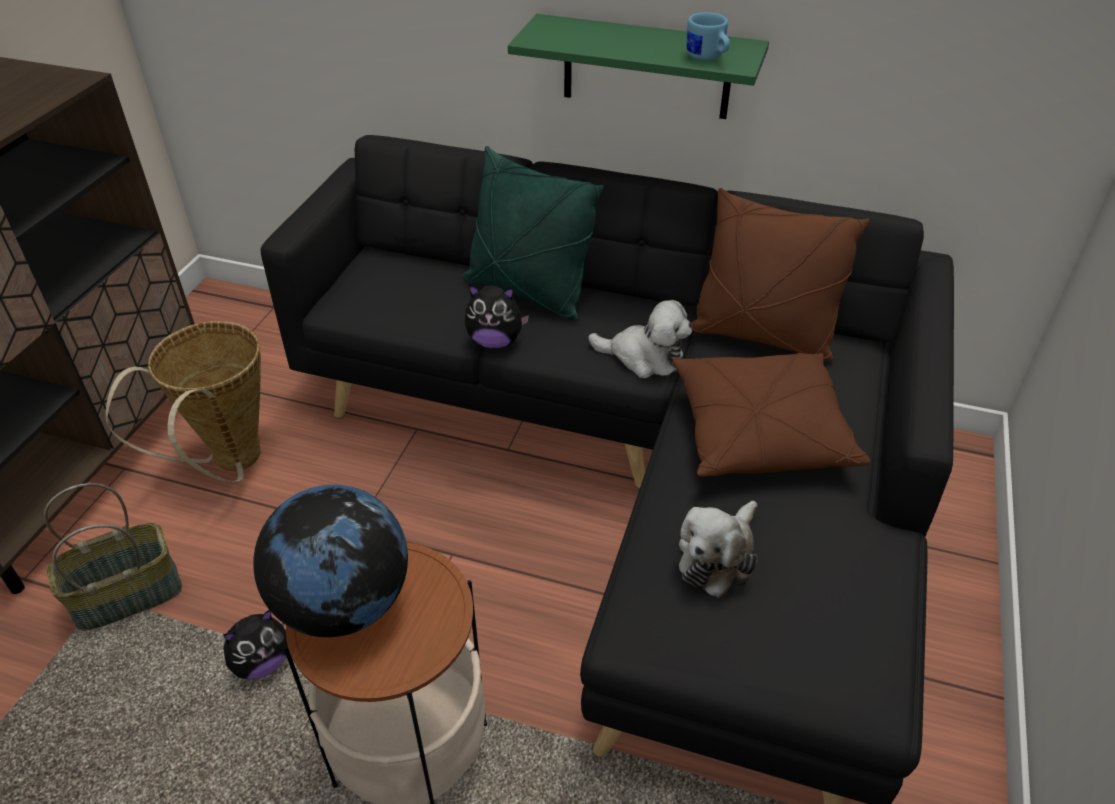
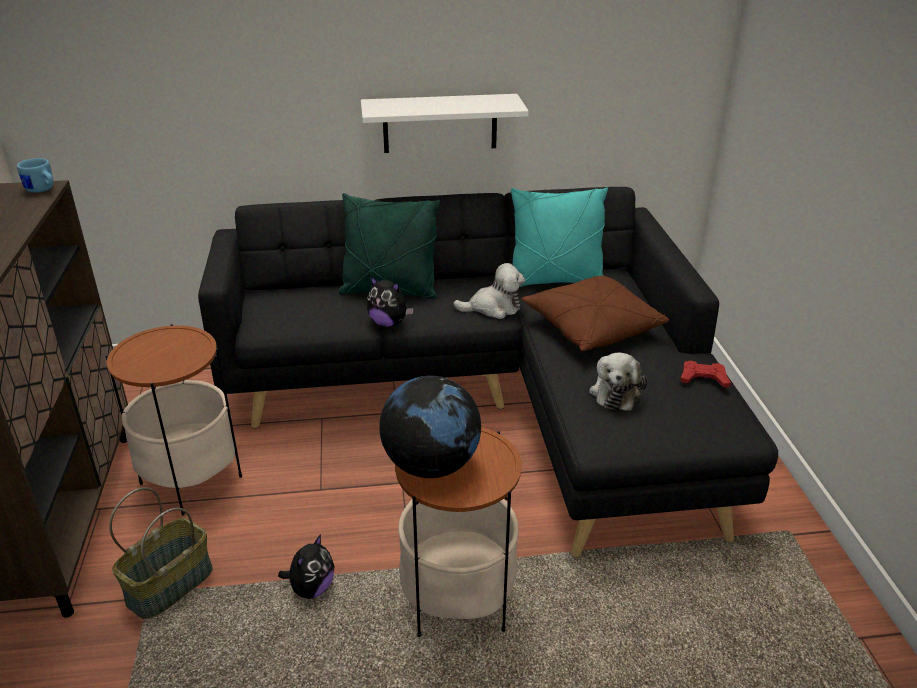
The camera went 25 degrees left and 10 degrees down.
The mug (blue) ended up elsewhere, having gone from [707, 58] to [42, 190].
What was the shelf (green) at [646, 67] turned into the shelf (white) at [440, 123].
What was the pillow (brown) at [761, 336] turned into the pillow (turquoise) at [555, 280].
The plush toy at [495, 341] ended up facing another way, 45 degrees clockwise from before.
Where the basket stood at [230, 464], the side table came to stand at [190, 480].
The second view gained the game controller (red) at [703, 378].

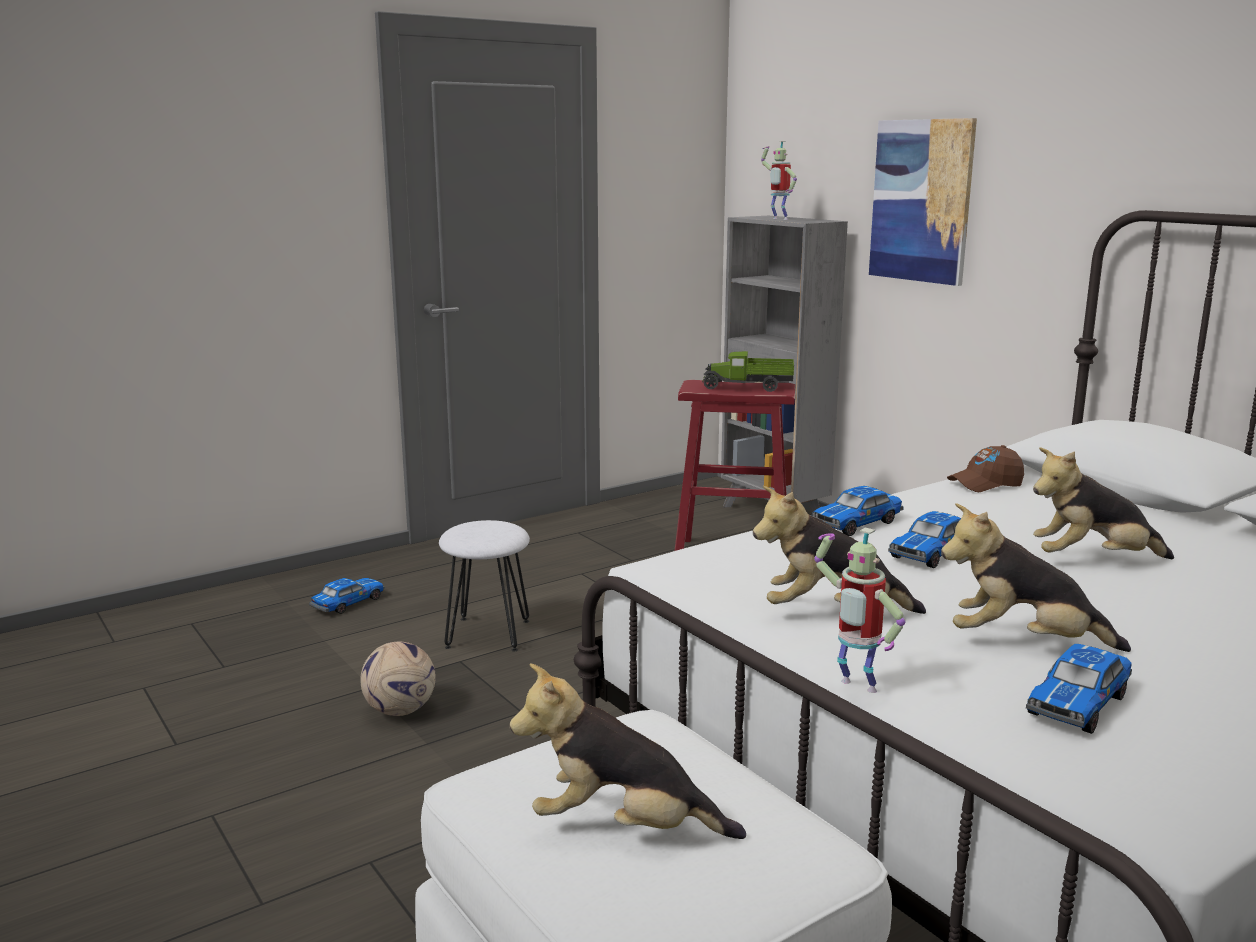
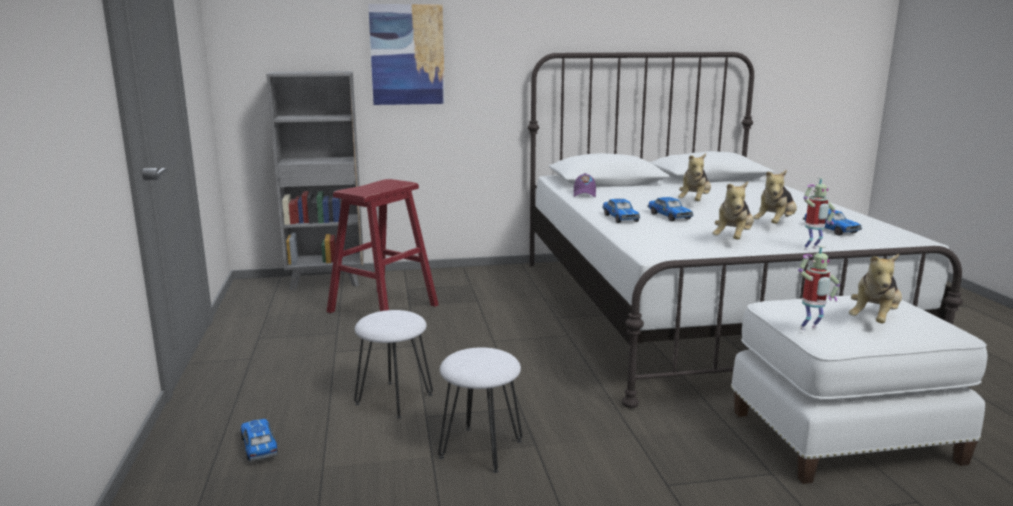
The camera went 65 degrees left and 0 degrees up.
The toy robot ended up elsewhere, having gone from [778, 219] to [810, 329].
The second view lost the toy truck at [748, 387].
What was the cap (brown) at [985, 484] turned into the cap (purple) at [584, 194].
Where the football stood at [400, 711], the stool (white) came to stand at [482, 449].

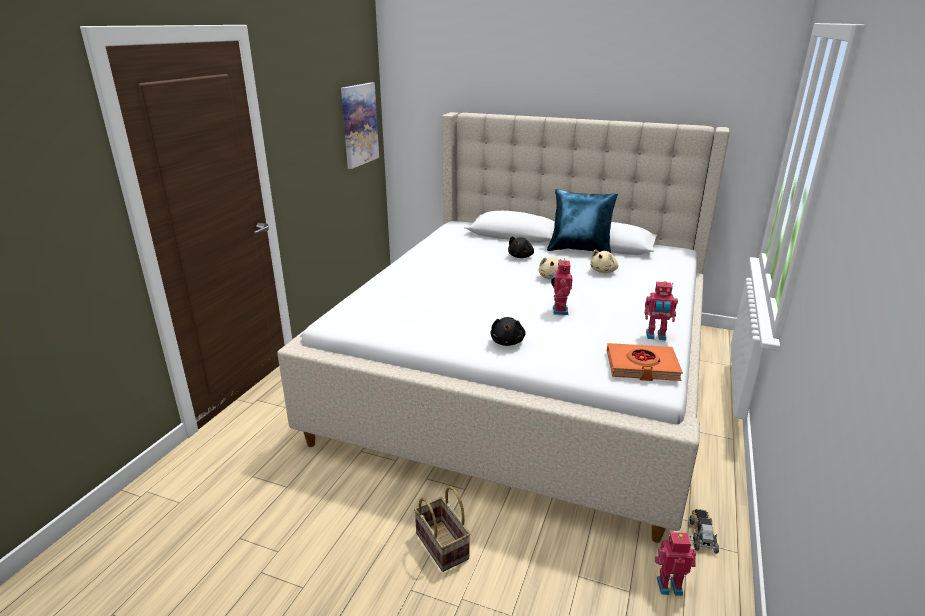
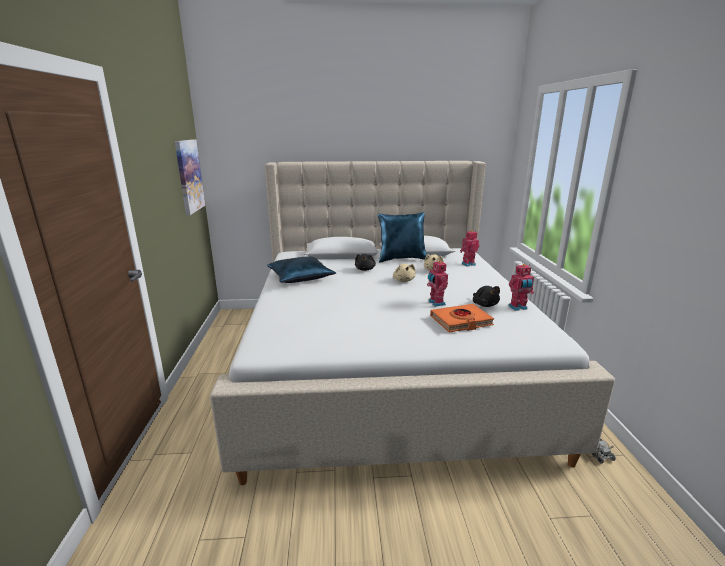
The camera went 25 degrees left and 5 degrees down.
The plush toy (black) ended up elsewhere, having gone from [507, 342] to [484, 304].
The book (orange) ended up elsewhere, having gone from [642, 366] to [461, 321].
The second view lost the basket at [443, 546].
The toy robot ended up elsewhere, having gone from [669, 585] to [468, 264].
The second view gained the pillow (blue) at [301, 277].

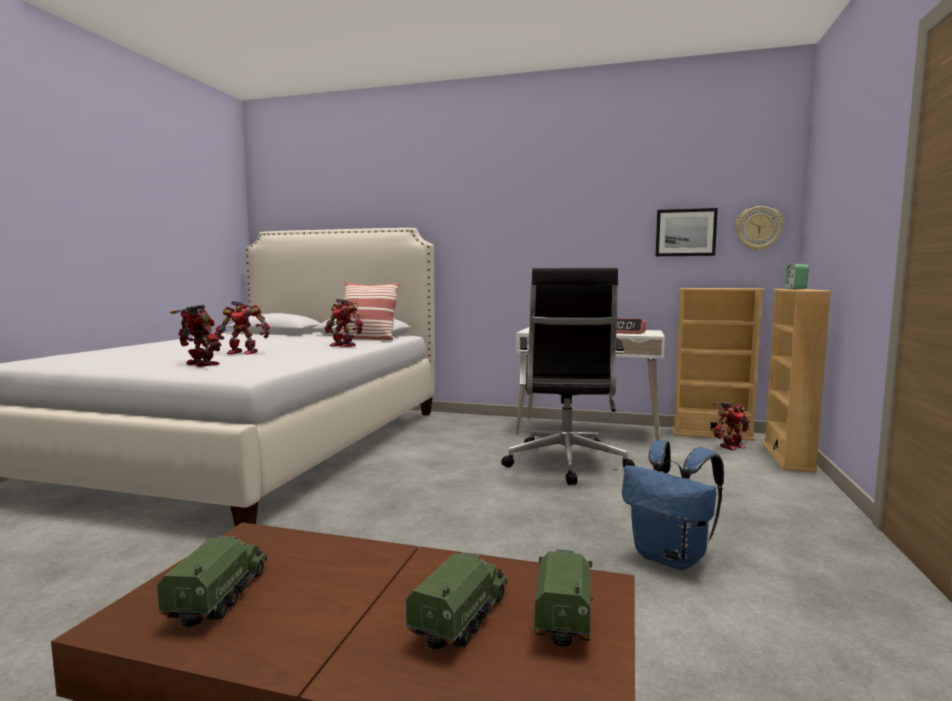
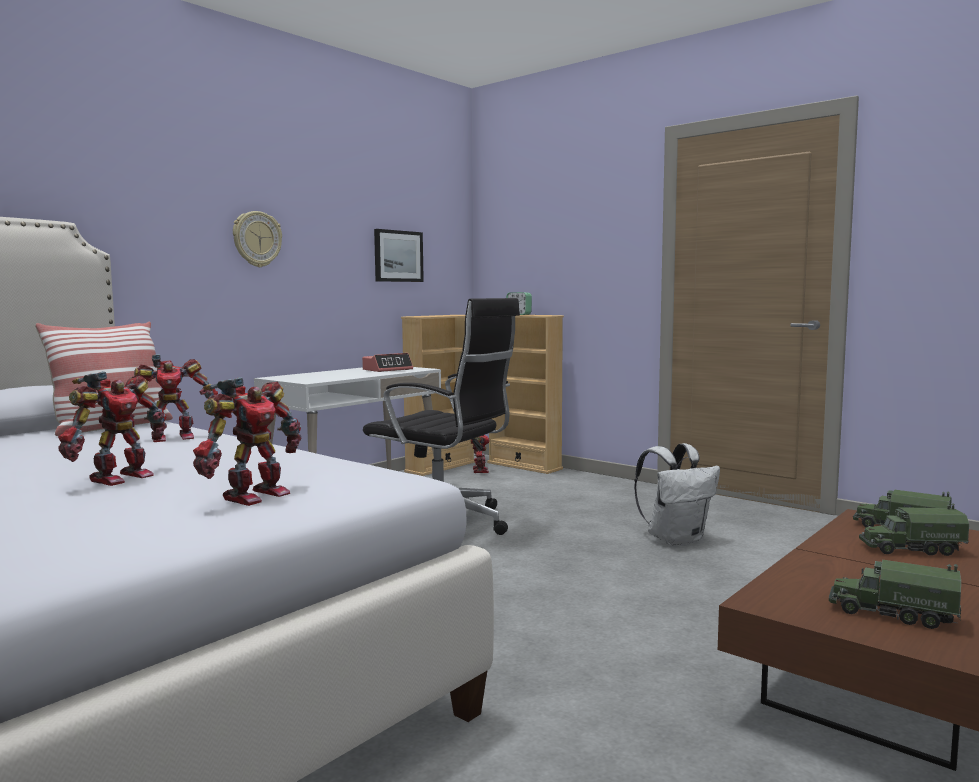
The camera went 65 degrees left and 0 degrees up.
The wall clock ended up elsewhere, having gone from [758, 228] to [256, 239].
The toy robot at [200, 364] ended up facing another way, 150 degrees clockwise from before.
What was the backpack (blue) at [671, 557] turned into the backpack (white) at [676, 539].
The toy truck at [461, 617] ended up facing another way, 45 degrees counterclockwise from before.

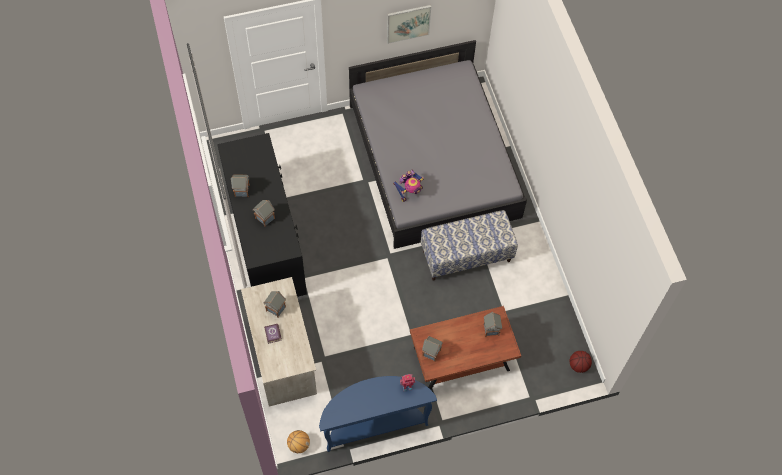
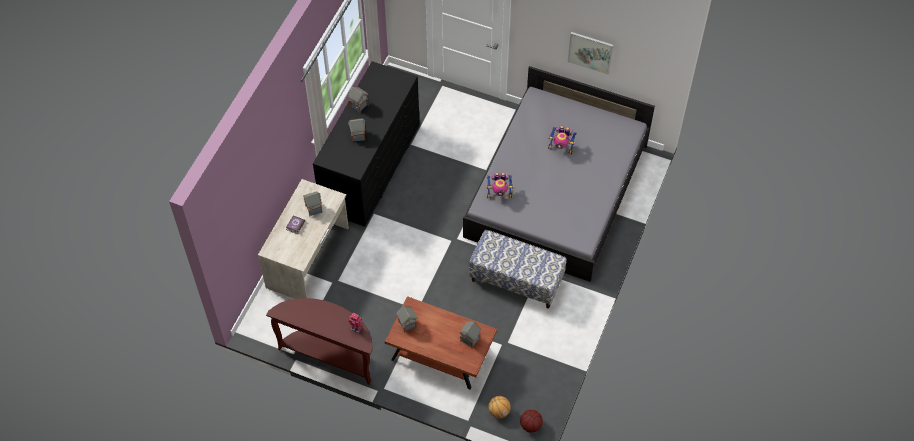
The camera went 40 degrees right and 5 degrees down.
What was the console table (blue) at [374, 424] turned into the console table (brown) at [330, 354].
The basketball ended up elsewhere, having gone from [298, 445] to [499, 411].
The second view gained the toy robot at [561, 147].

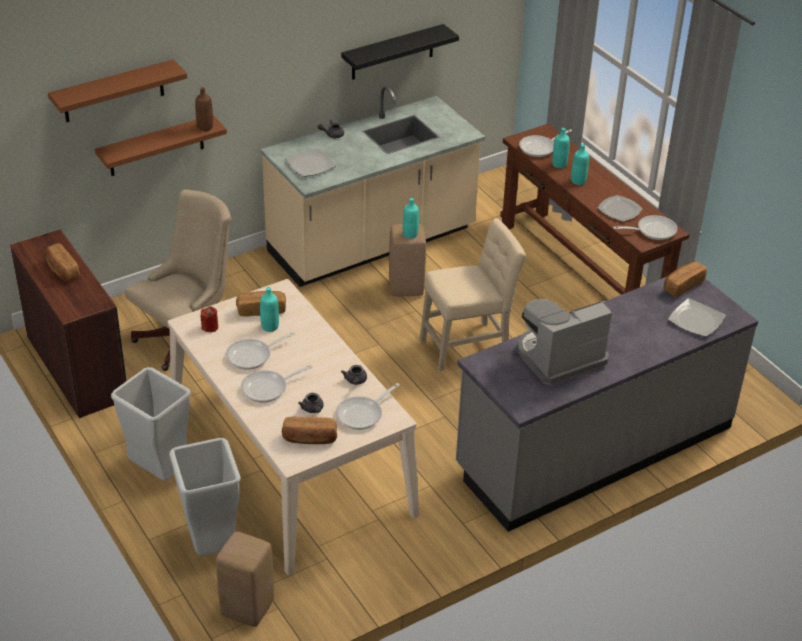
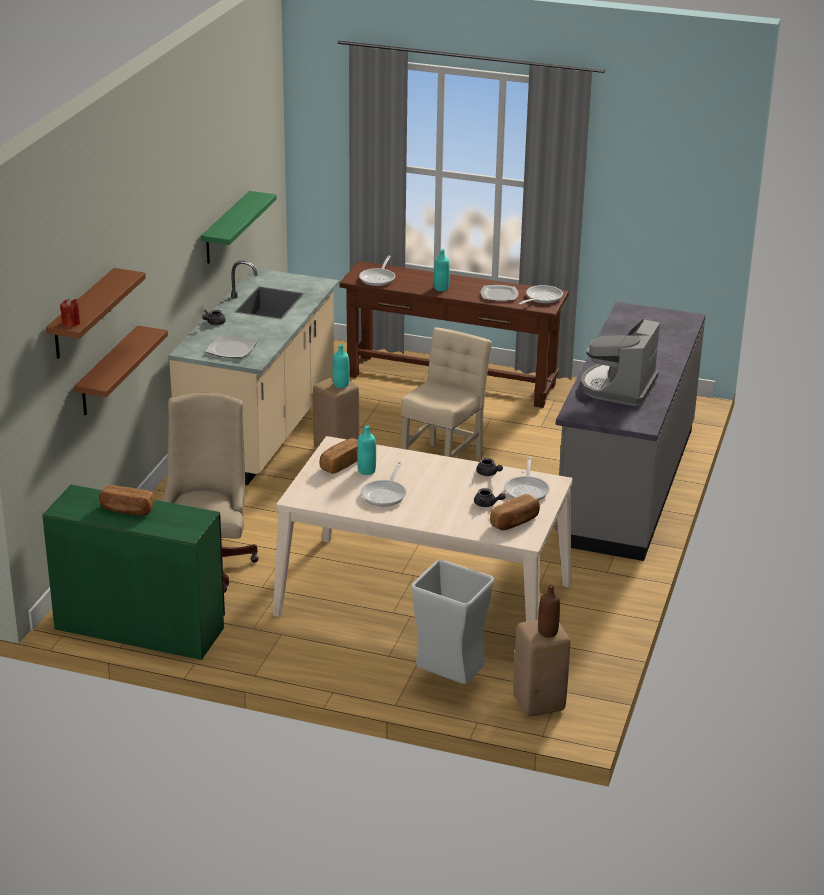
The camera went 40 degrees left and 10 degrees down.
What was the shelf (black) at [392, 52] turned into the shelf (green) at [226, 228].
The bottle (brown) ended up elsewhere, having gone from [205, 127] to [547, 632].
The second view lost the bottle (turquoise) at [559, 164].
What was the desk (brown) at [78, 367] turned into the desk (green) at [140, 627].
The second view lost the bread at [682, 285].
The second view lost the plate at [696, 320].
The candle (red) ended up elsewhere, having gone from [210, 327] to [71, 323].
The second view lost the frying pan at [268, 388].
The second view lost the trash can (grey) at [159, 472].

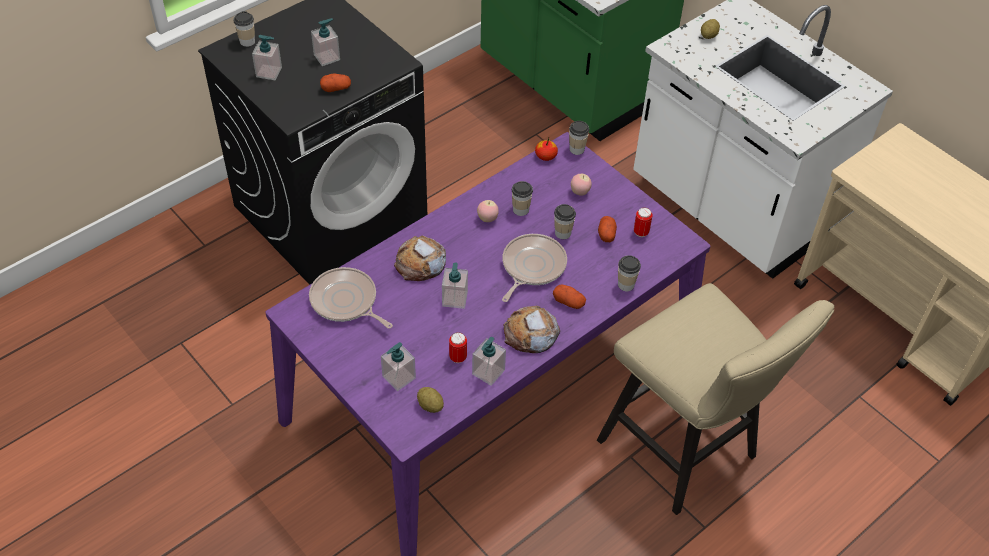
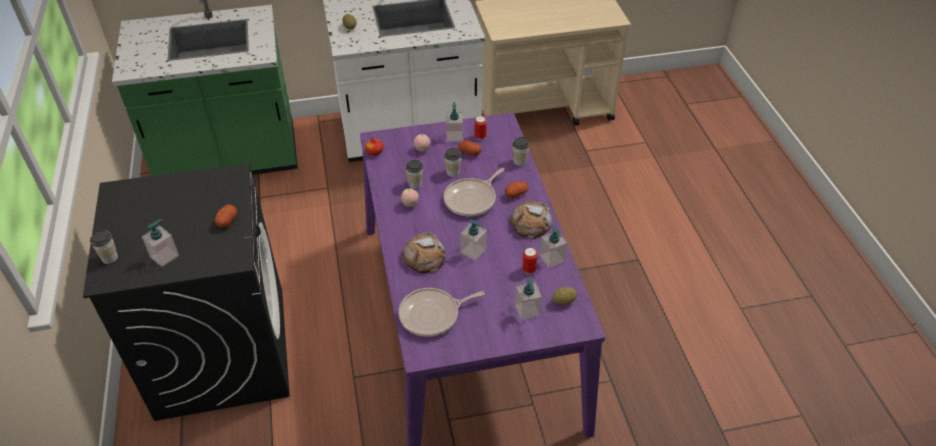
The camera went 60 degrees left and 5 degrees down.
The soap dispenser ended up elsewhere, having gone from [327, 57] to [454, 136].
The second view lost the cup at [577, 149].
The frying pan at [531, 267] ended up facing another way, 105 degrees counterclockwise from before.
The second view lost the stool (beige) at [685, 454].

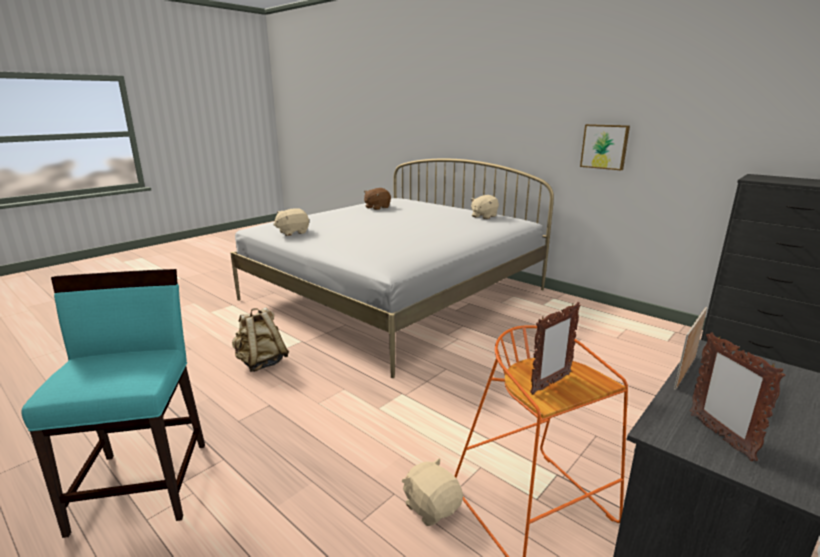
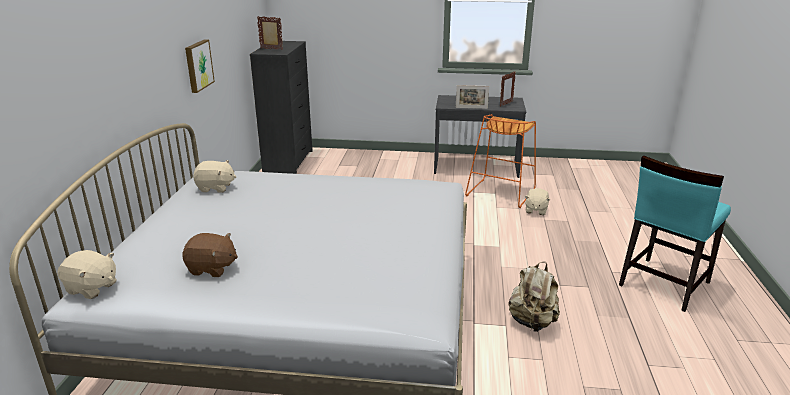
The camera went 125 degrees left and 5 degrees up.
The plush toy (beige) ended up elsewhere, having gone from [292, 232] to [92, 288].
The picture frame ended up elsewhere, having gone from [550, 384] to [271, 49].

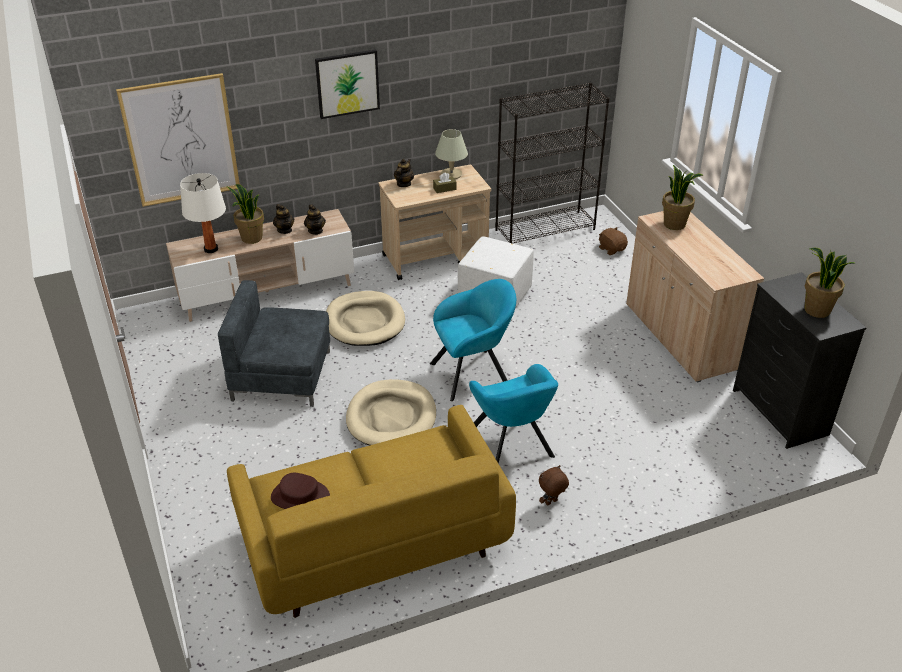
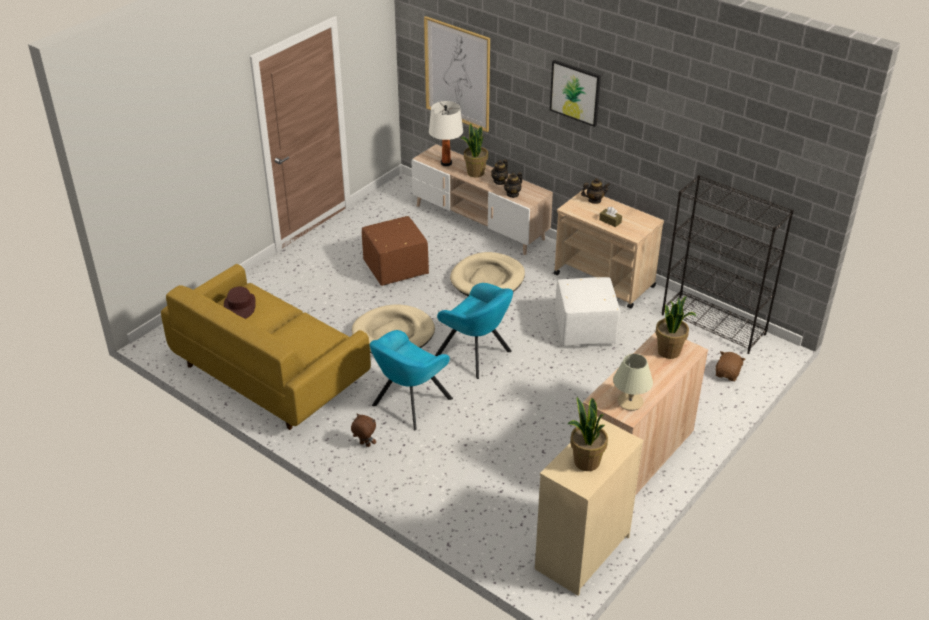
The camera went 60 degrees right and 0 degrees up.
The table lamp (beige) ended up elsewhere, having gone from [451, 174] to [630, 402].
What was the dresser (black) at [779, 412] turned into the dresser (beige) at [582, 552].
Where the armchair (grey) stood at [282, 376], the ottoman (brown) came to stand at [395, 268].

